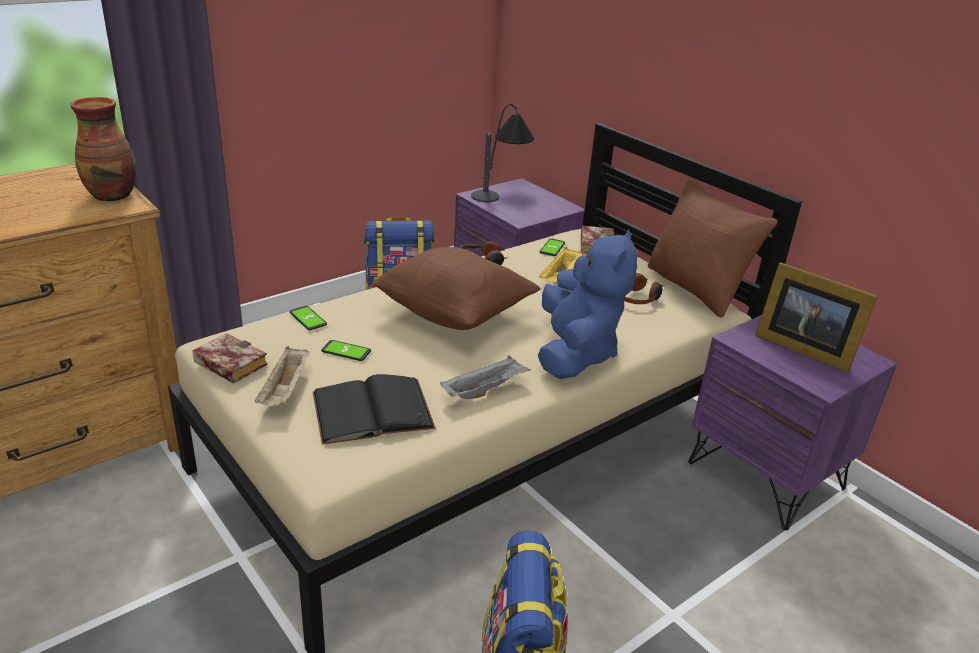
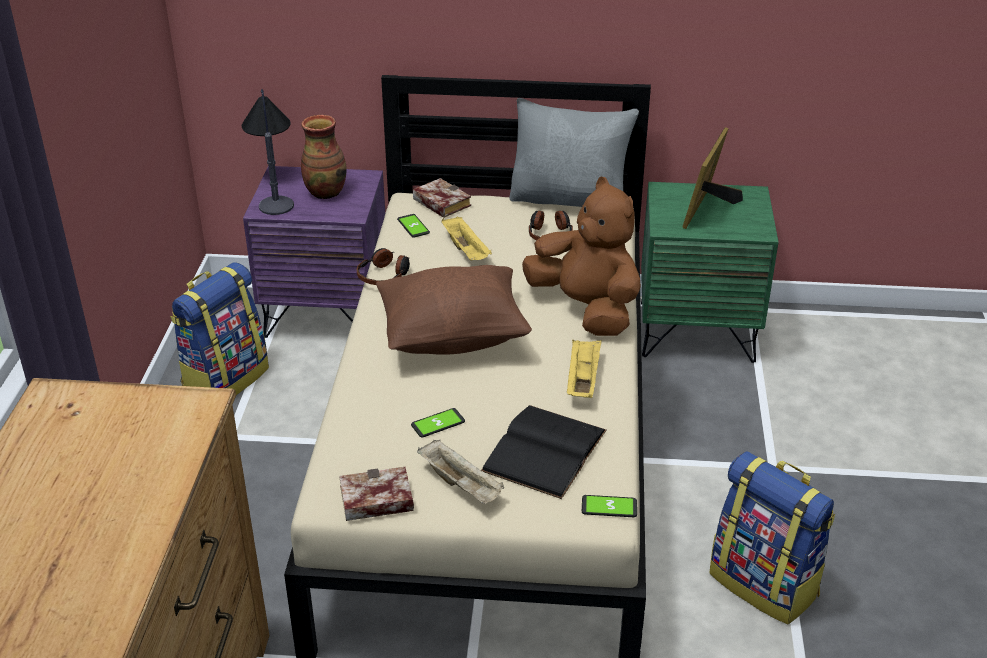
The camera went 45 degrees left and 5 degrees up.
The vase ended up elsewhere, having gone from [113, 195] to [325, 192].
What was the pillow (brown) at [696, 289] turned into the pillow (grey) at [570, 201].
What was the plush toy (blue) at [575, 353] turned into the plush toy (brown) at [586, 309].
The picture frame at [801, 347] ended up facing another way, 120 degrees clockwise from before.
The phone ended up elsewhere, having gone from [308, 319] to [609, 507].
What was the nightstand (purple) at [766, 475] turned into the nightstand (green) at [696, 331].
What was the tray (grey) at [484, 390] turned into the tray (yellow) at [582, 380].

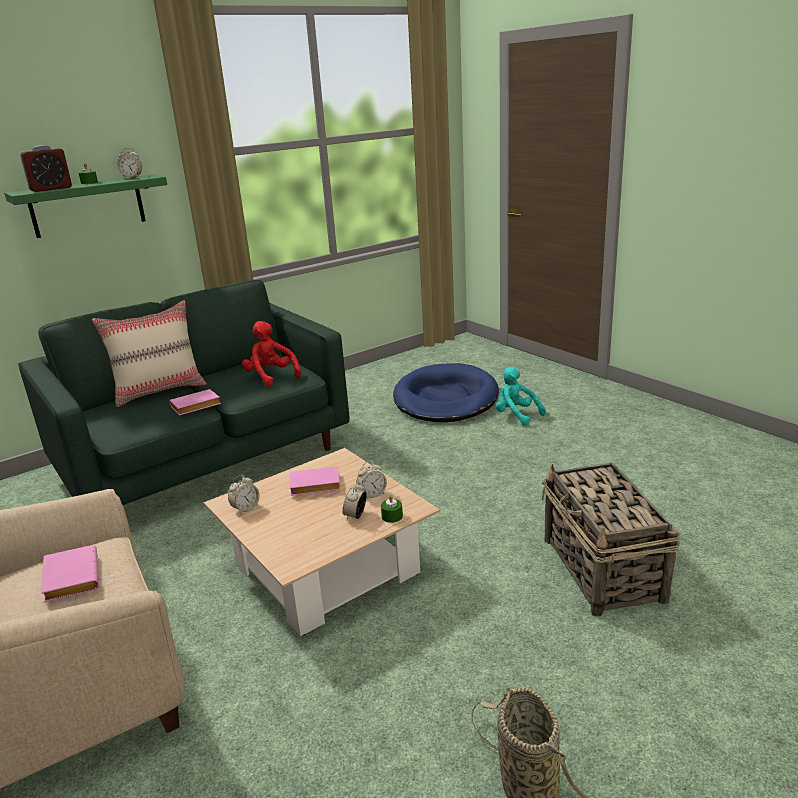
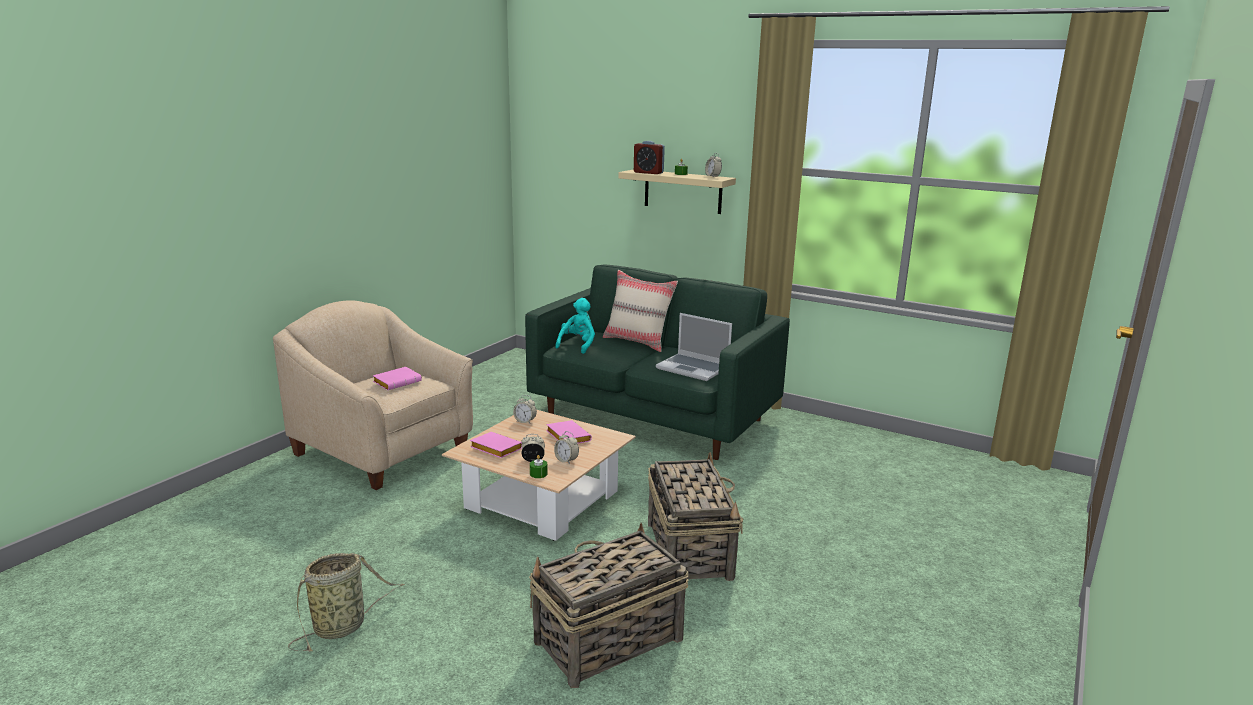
The camera went 65 degrees right and 5 degrees down.
What was the shelf (green) at [87, 206] turned into the shelf (beige) at [683, 191].
Where the plush toy (red) stood at [271, 377], the laptop came to stand at [694, 368].
The second view lost the dog bed (blue) at [445, 398].
The plush toy (turquoise) ended up elsewhere, having gone from [516, 415] to [578, 345].
The book (pink) ended up elsewhere, having gone from [195, 407] to [494, 449].
The second view gained the basket at [689, 549].

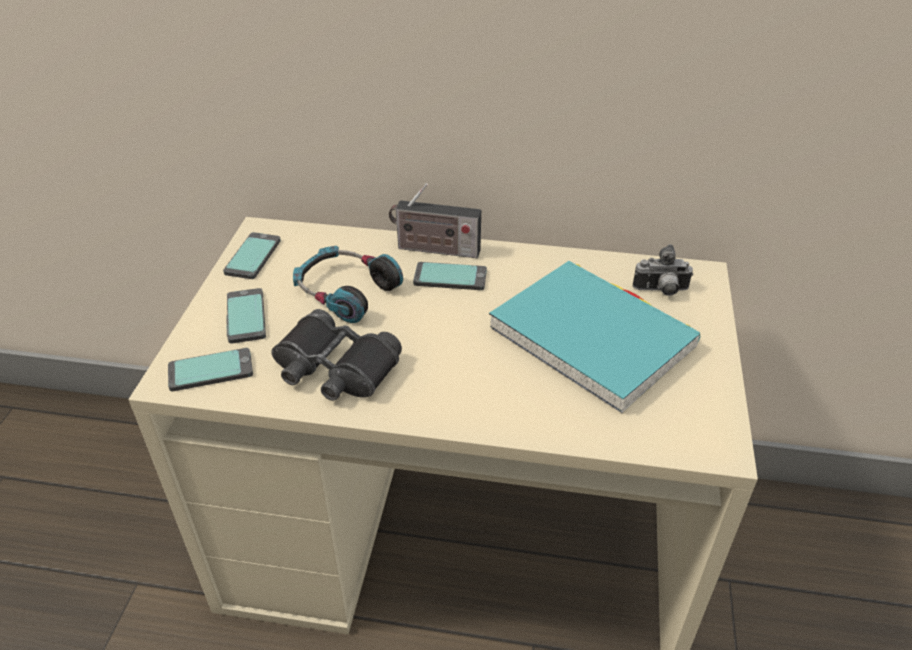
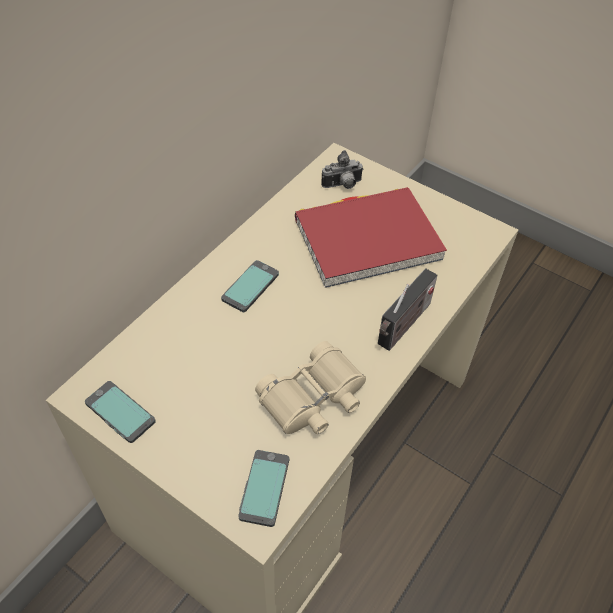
The camera went 65 degrees left and 10 degrees up.
The radio ended up elsewhere, having gone from [434, 250] to [403, 326].
The photo camera at [661, 291] ended up facing another way, 45 degrees clockwise from before.
The second view lost the headphones at [346, 291].
What was the book (turquoise) at [592, 338] turned into the book (red) at [367, 241].
The second view lost the phone at [245, 317].
What was the binoculars (black) at [335, 369] turned into the binoculars (beige) at [314, 398].

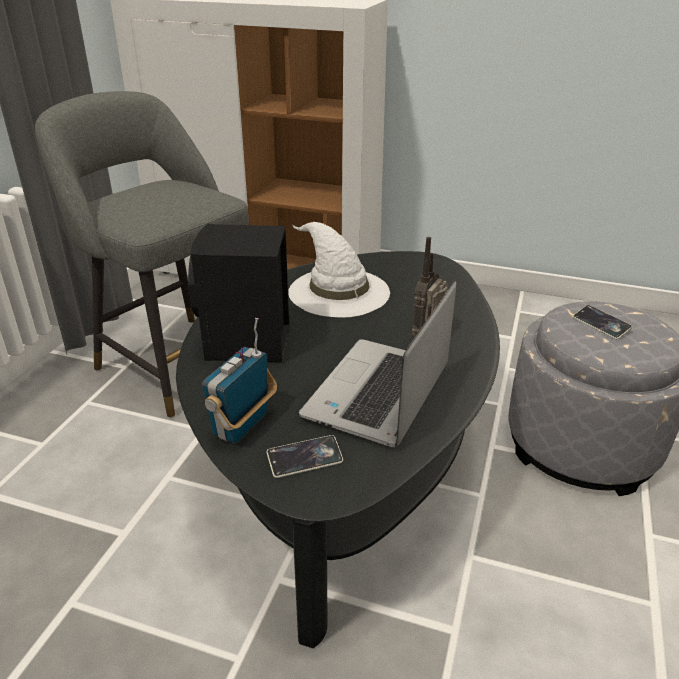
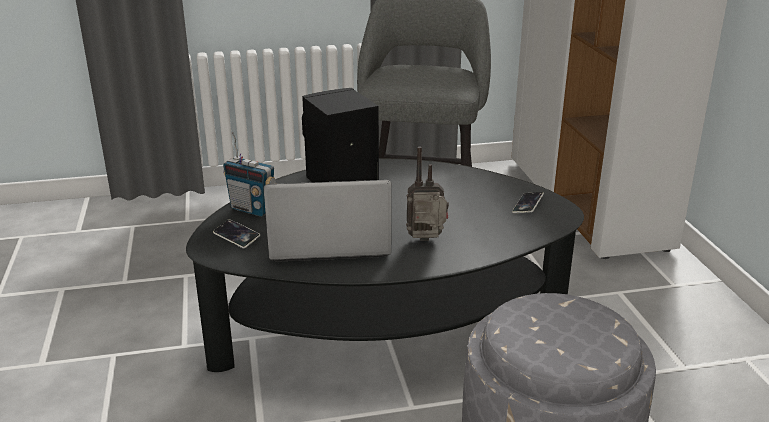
The camera went 60 degrees right and 5 degrees down.
The second view lost the hat (white) at [337, 291].
The phone ended up elsewhere, having gone from [601, 325] to [527, 205].
The radio at [242, 425] ended up facing another way, 150 degrees counterclockwise from before.

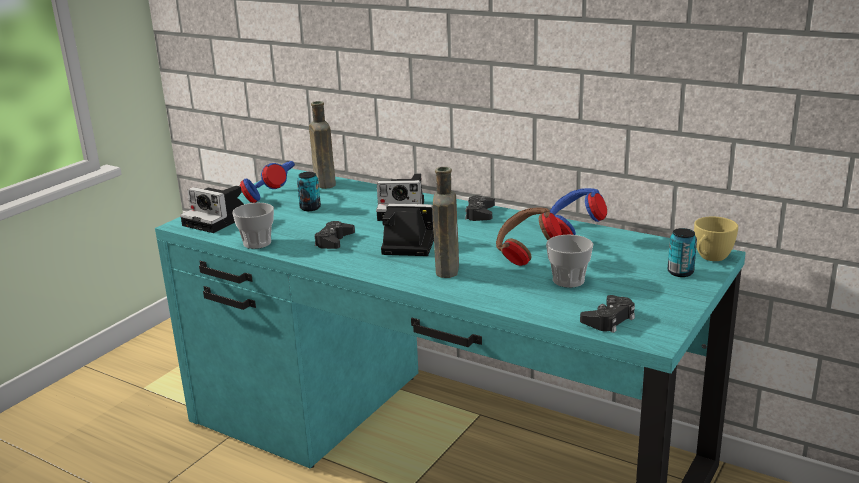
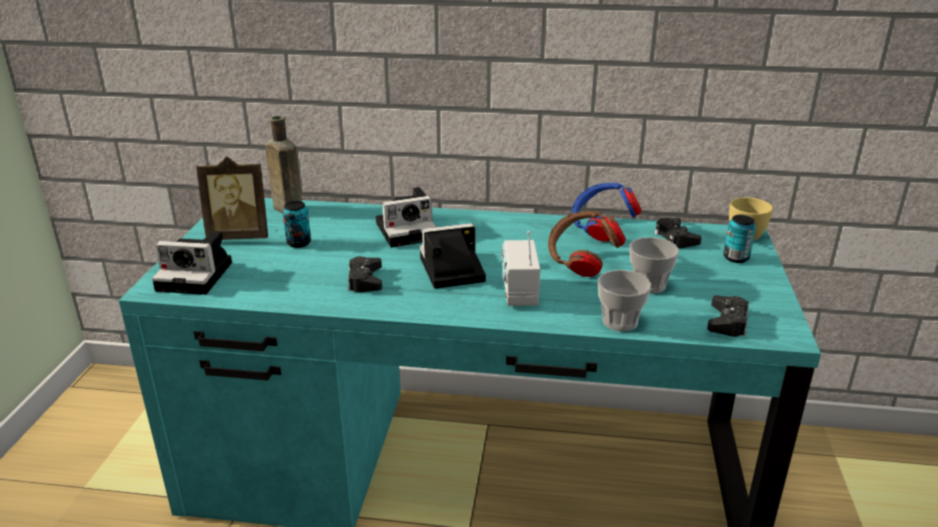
The camera went 25 degrees left and 5 degrees up.
Where the headphones (blue) stood at [272, 197], the picture frame came to stand at [240, 236].
Where the bottle (brown) stood at [447, 268], the radio came to stand at [519, 293].
The game controller (black) ended up elsewhere, having gone from [480, 214] to [675, 238].
The cup ended up elsewhere, having gone from [257, 243] to [620, 322].

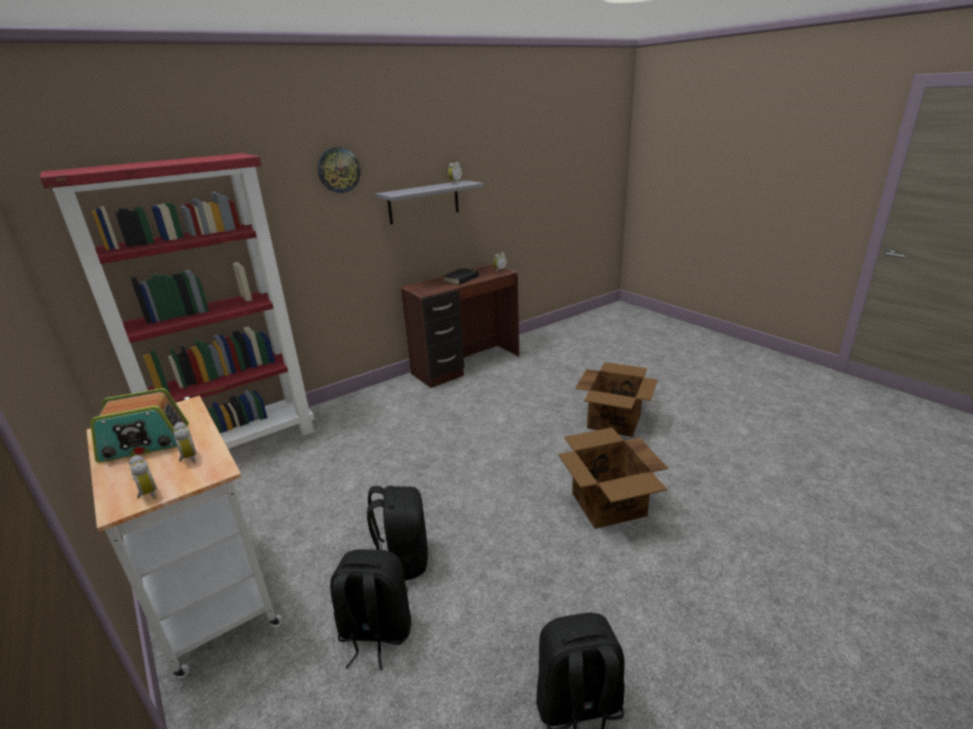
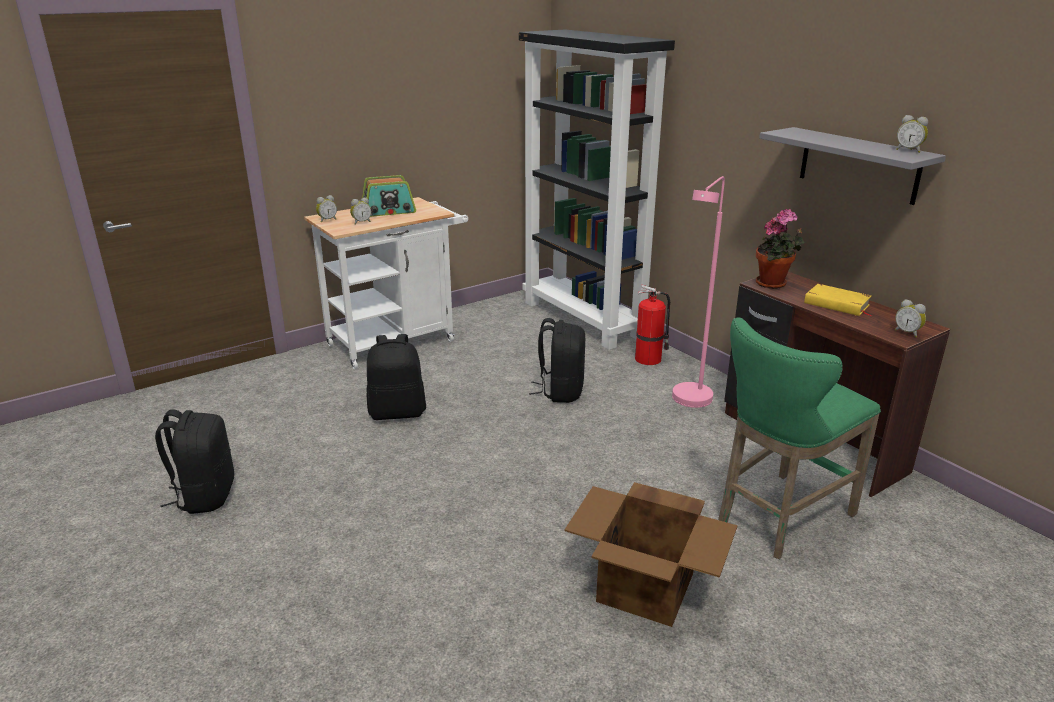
The camera went 90 degrees right and 0 degrees up.
The second view lost the wall clock at [338, 170].
What was the bookcase (red) at [240, 445] turned into the bookcase (black) at [584, 319].
What was the book (black) at [461, 279] turned into the book (yellow) at [837, 304].
The radio at [145, 443] ended up facing another way, 90 degrees counterclockwise from before.
The second view lost the cardboard box at [608, 505].
The backpack (black) ended up elsewhere, having gone from [375, 633] to [560, 391].
The second view gained the floor lamp (pink) at [690, 403].
The second view gained the potted plant at [773, 284].
The second view gained the fire extinguisher at [649, 359].
The second view gained the stool (green) at [778, 519].

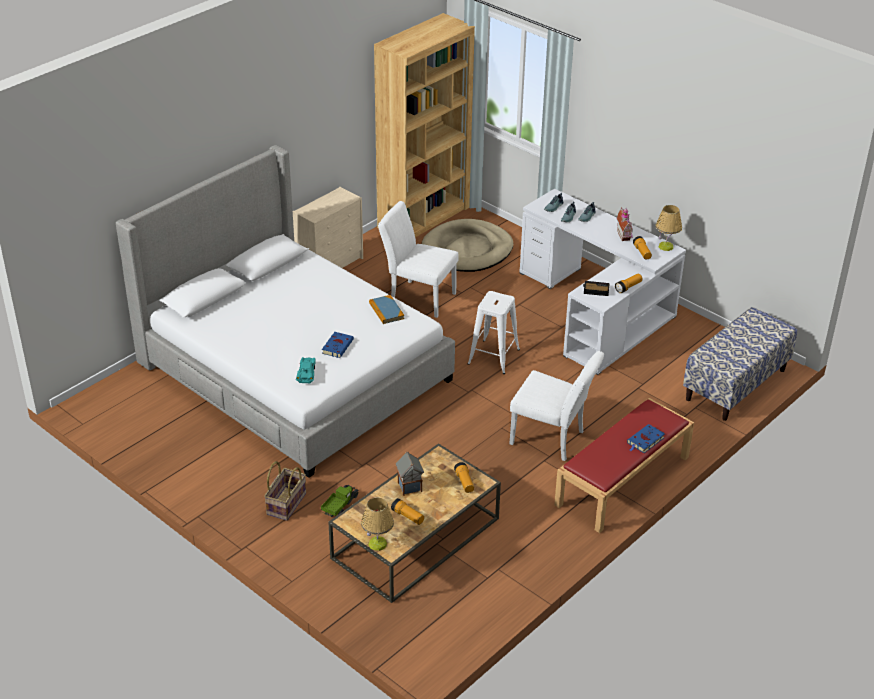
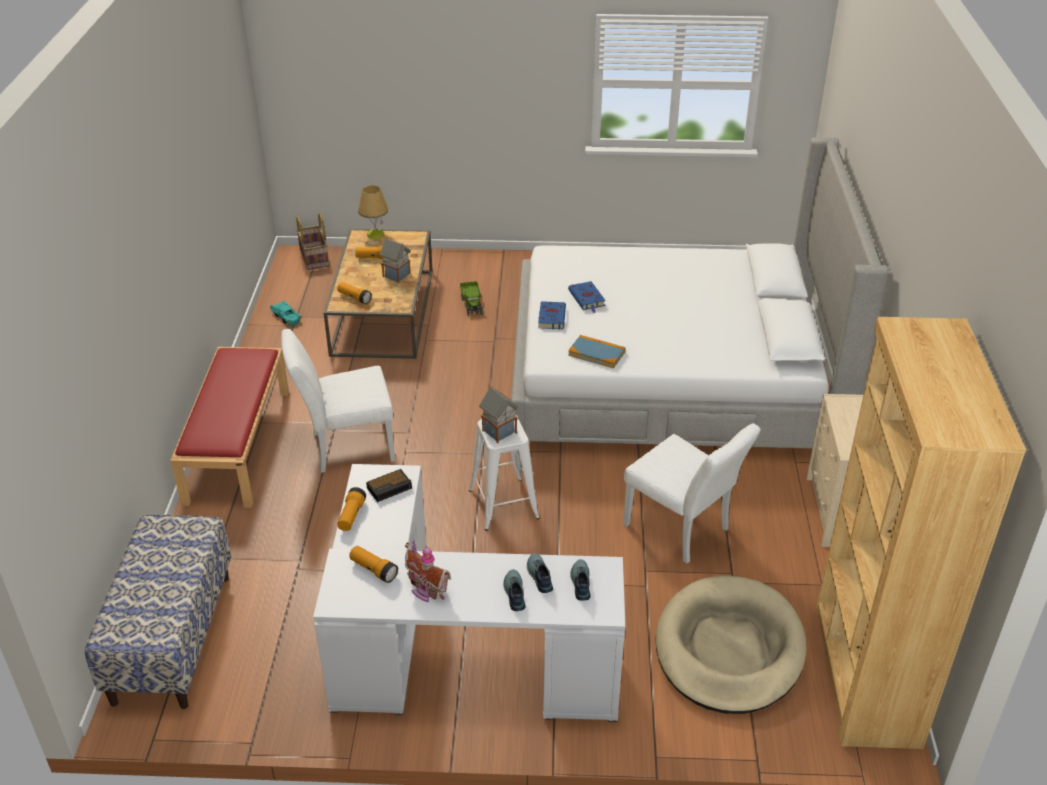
The camera went 140 degrees right and 0 degrees up.
The chair (white) at [418, 297] ended up facing another way, 60 degrees clockwise from before.
The second view lost the table lamp at [666, 246].
The toy car (turquoise) ended up elsewhere, having gone from [307, 373] to [286, 317].
The book (blue) ended up elsewhere, having gone from [645, 441] to [551, 317].
The basket ended up elsewhere, having gone from [286, 503] to [315, 258].
The second view gained the toy house at [498, 431].

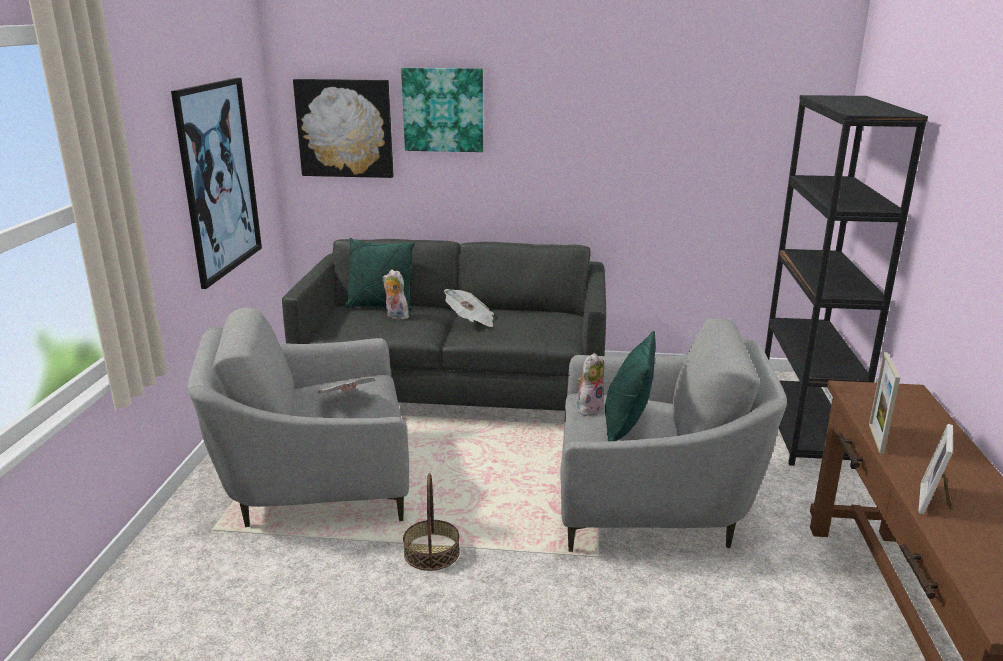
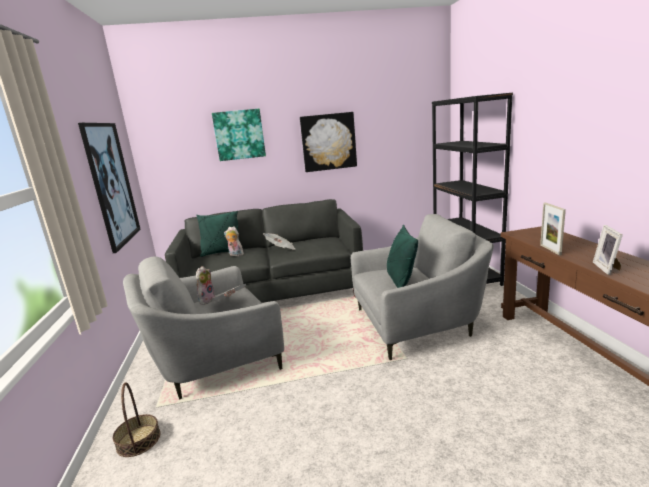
The camera went 15 degrees left and 5 degrees down.
The picture ended up elsewhere, having gone from [345, 128] to [328, 142].
The plush toy ended up elsewhere, having gone from [589, 408] to [207, 300].
The basket ended up elsewhere, having gone from [431, 552] to [138, 440].

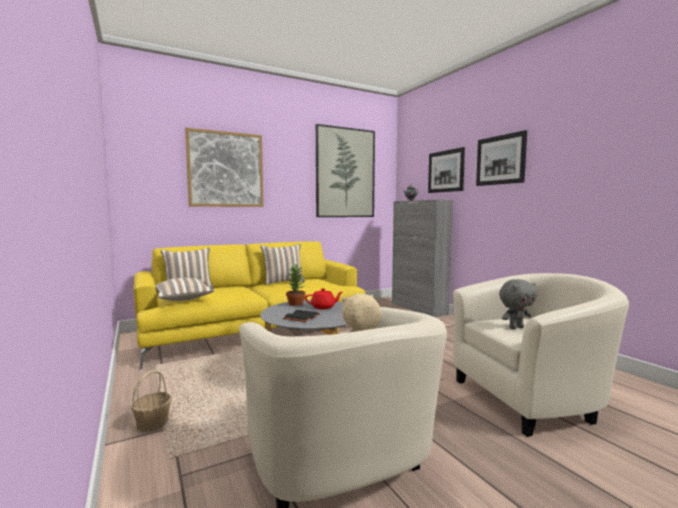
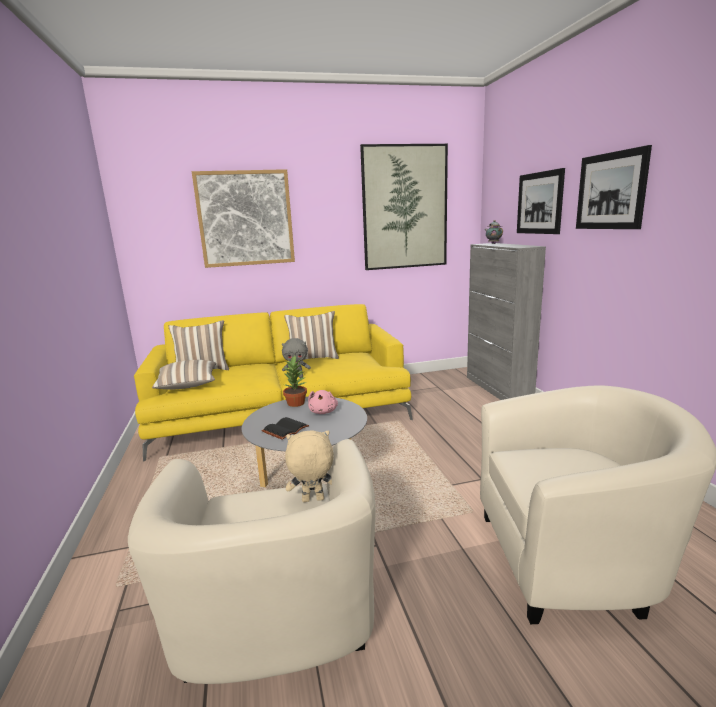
The camera went 15 degrees right and 10 degrees up.
The plush toy (grey) ended up elsewhere, having gone from [515, 328] to [297, 377].
Where the teapot (red) stood at [323, 307], the plush toy (pink) came to stand at [323, 411].
The second view lost the basket at [153, 423].

